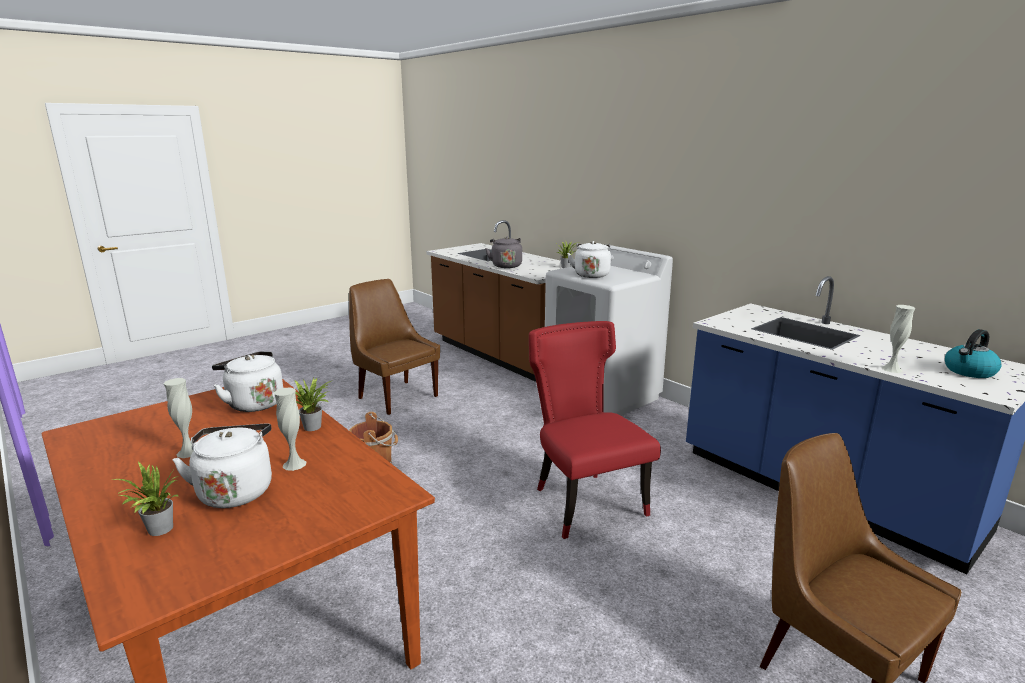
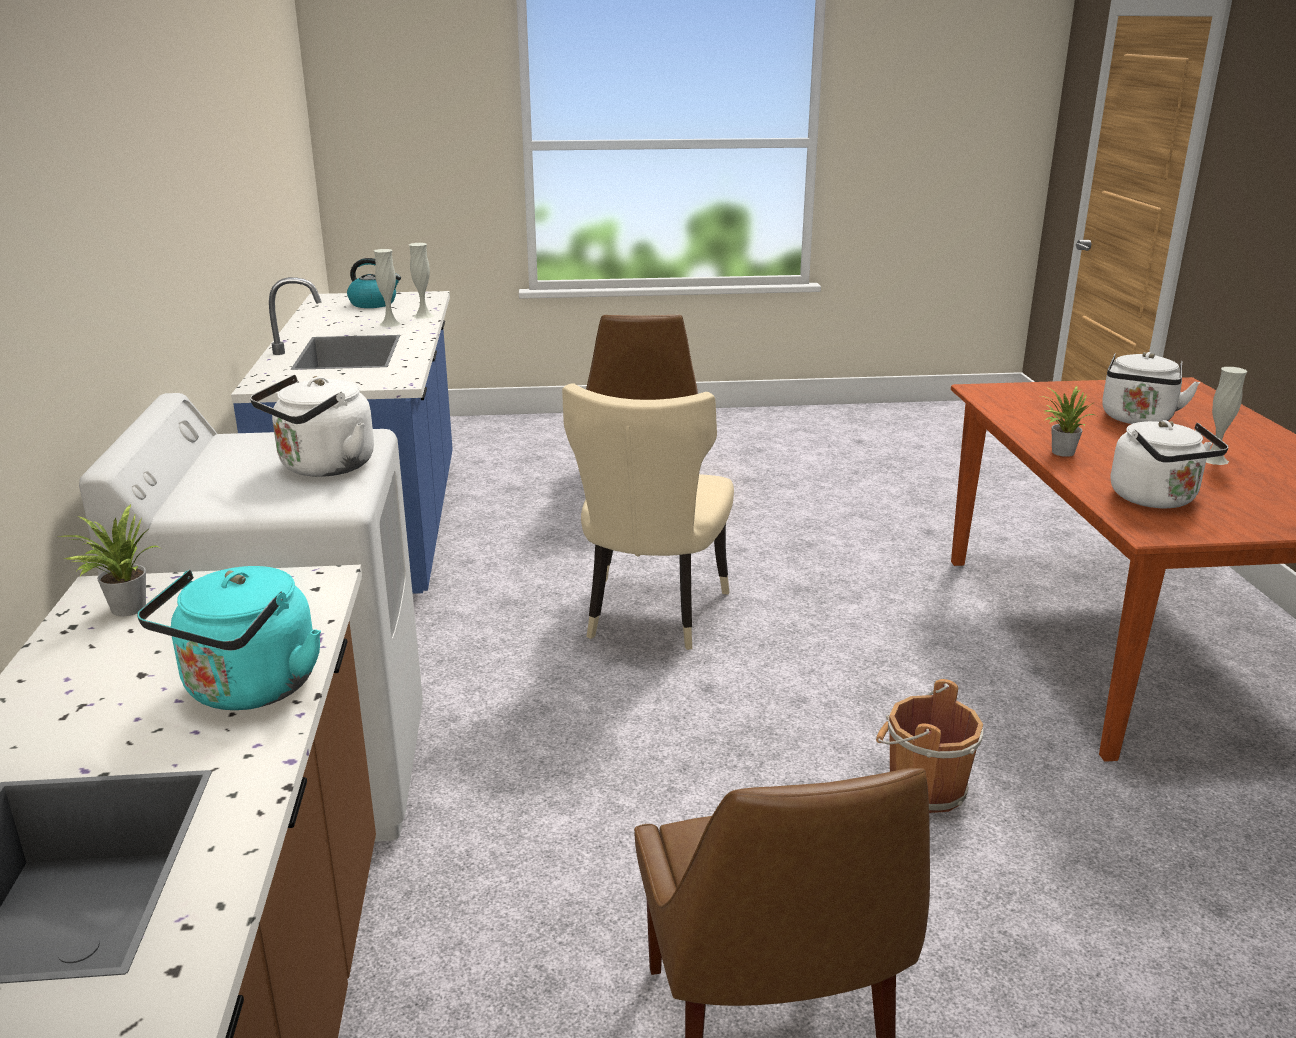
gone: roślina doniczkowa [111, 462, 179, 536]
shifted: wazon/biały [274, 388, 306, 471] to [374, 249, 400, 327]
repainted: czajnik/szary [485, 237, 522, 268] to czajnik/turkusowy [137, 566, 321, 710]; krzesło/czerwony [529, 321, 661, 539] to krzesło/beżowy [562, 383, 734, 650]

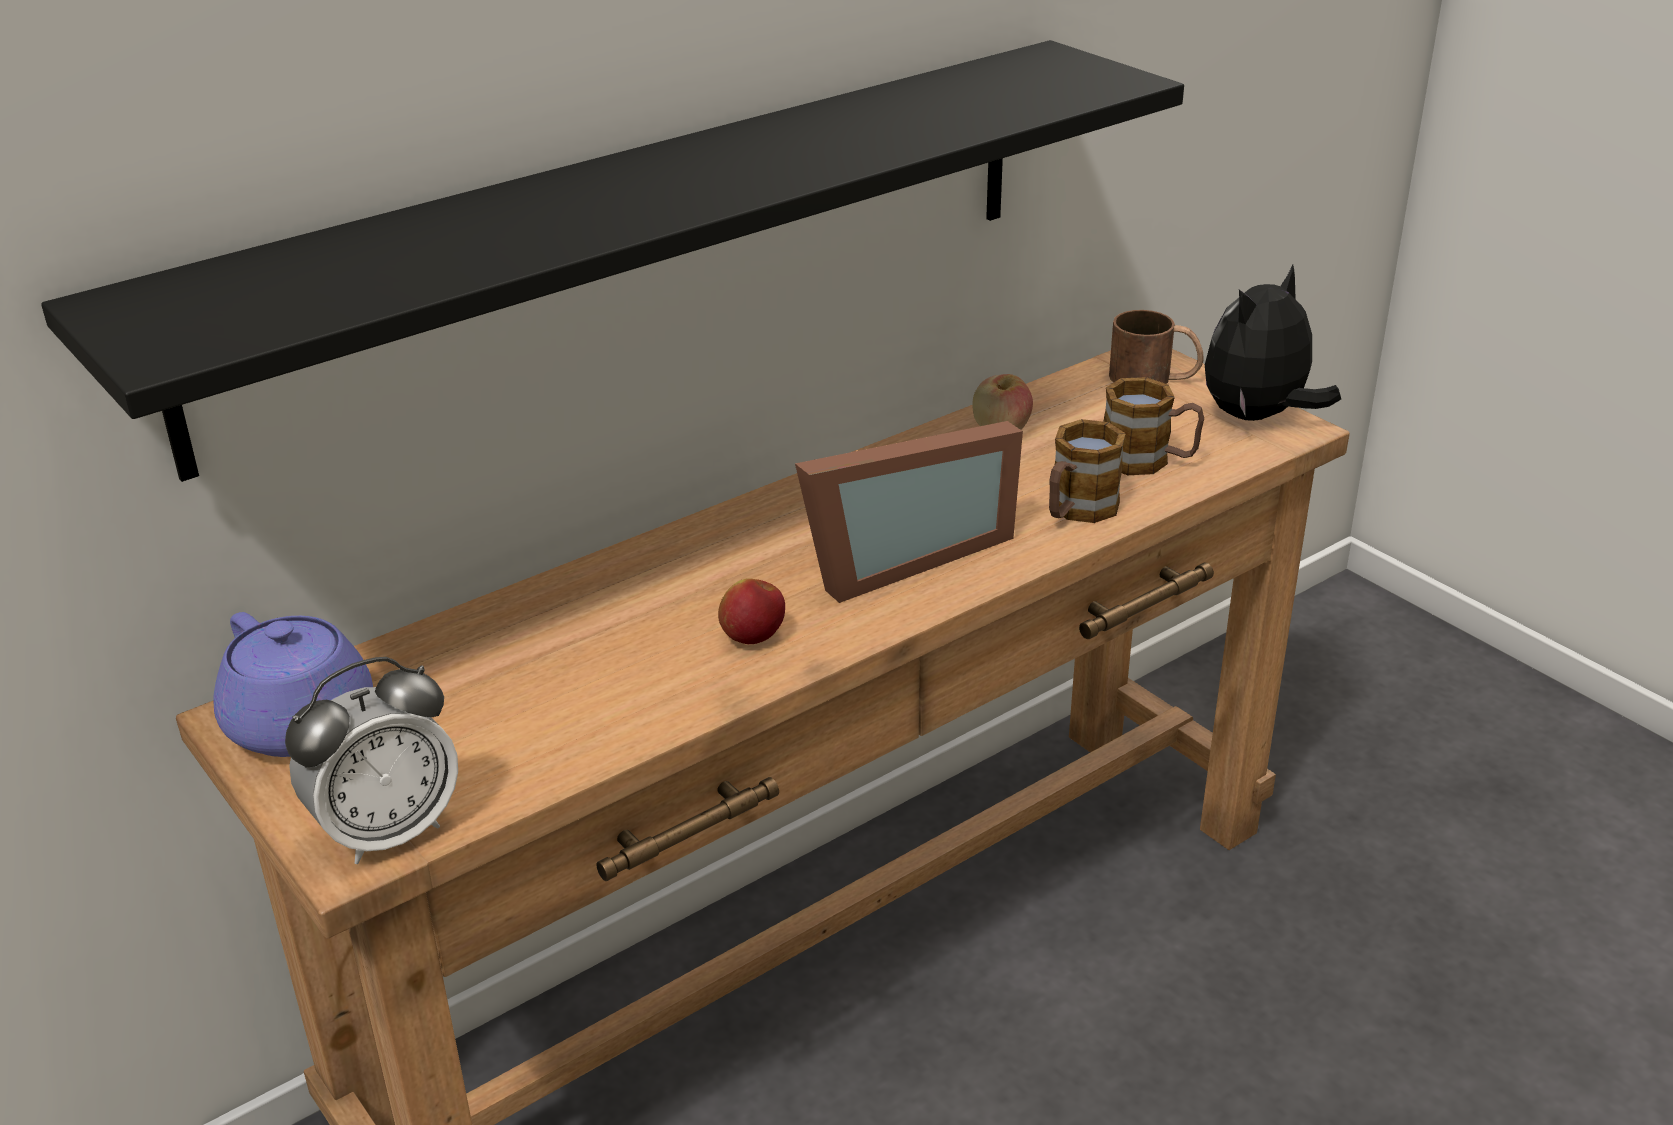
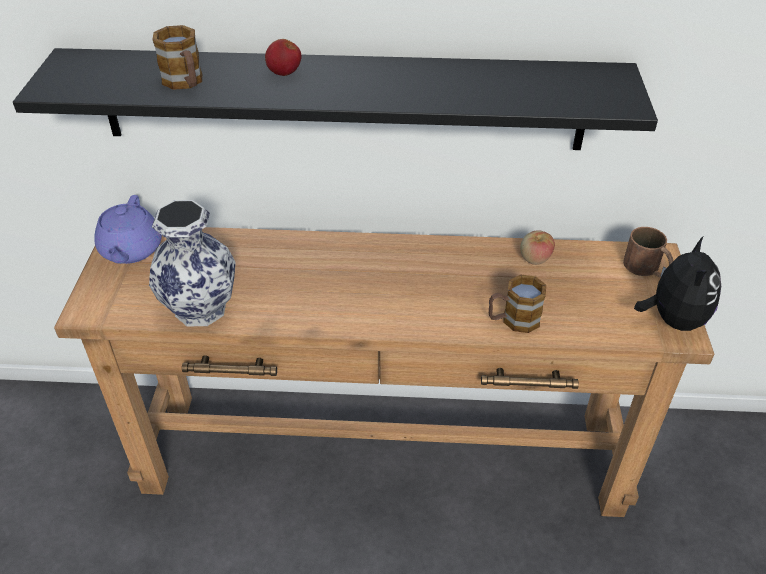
gone: budzik [285, 657, 458, 864]; ramka na zdjęcie [795, 421, 1023, 603]
new: wazon [149, 200, 236, 326]
shifted: jabłko [718, 578, 785, 644] to [265, 39, 301, 76]; kubek [1103, 377, 1204, 475] to [153, 25, 202, 90]
rotated: pluszak [1205, 265, 1341, 421] = [634, 237, 721, 331] 105 degrees clockwise

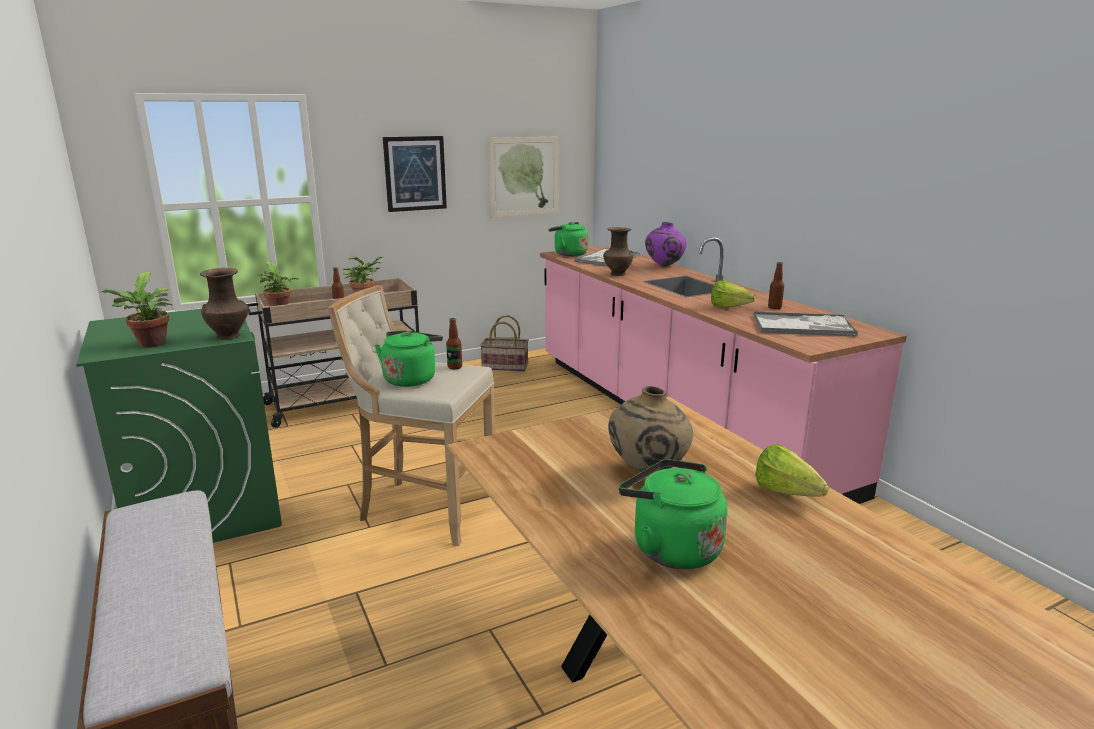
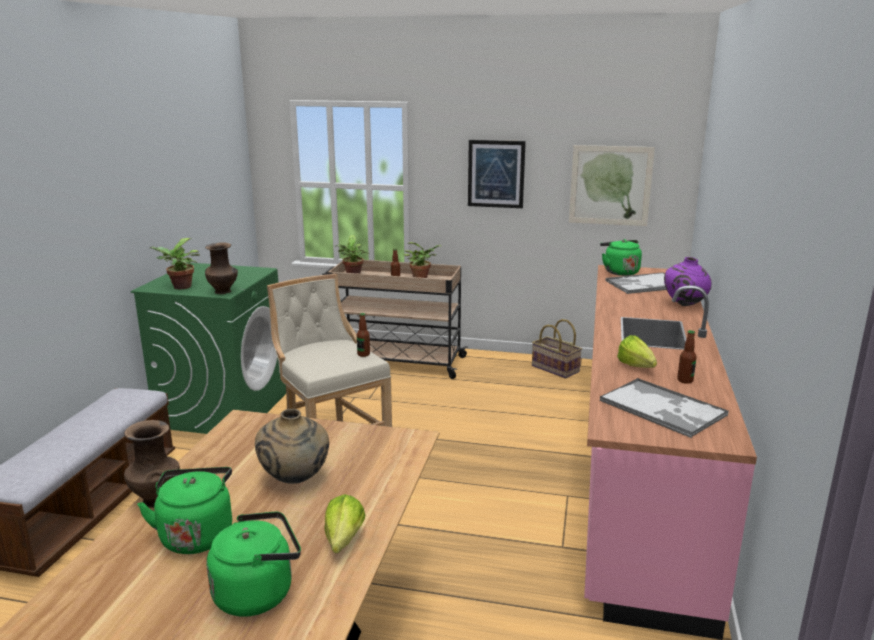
shifted: czajnik/zielony [375, 330, 443, 387] to [207, 512, 301, 617]; wazon/brązowy [603, 227, 633, 276] to [124, 420, 180, 508]

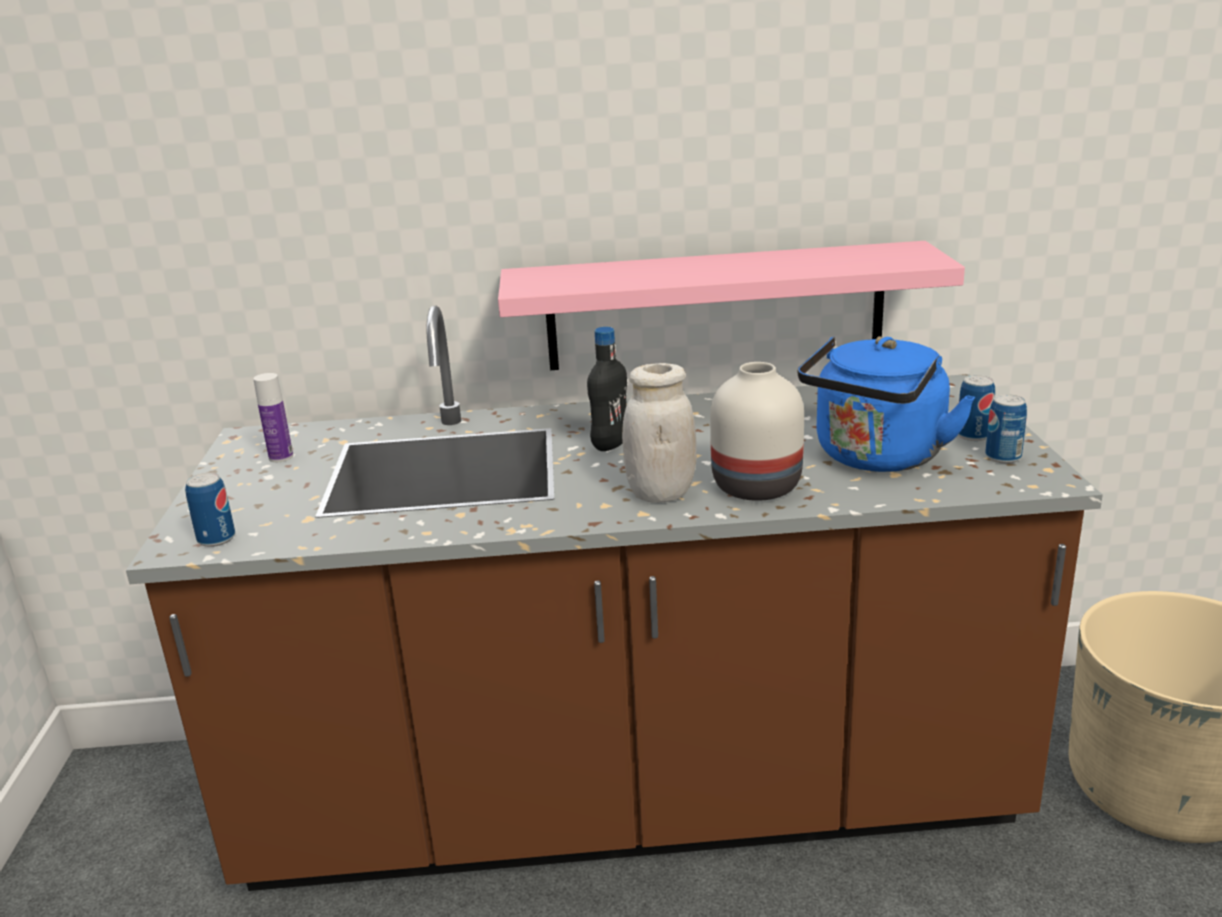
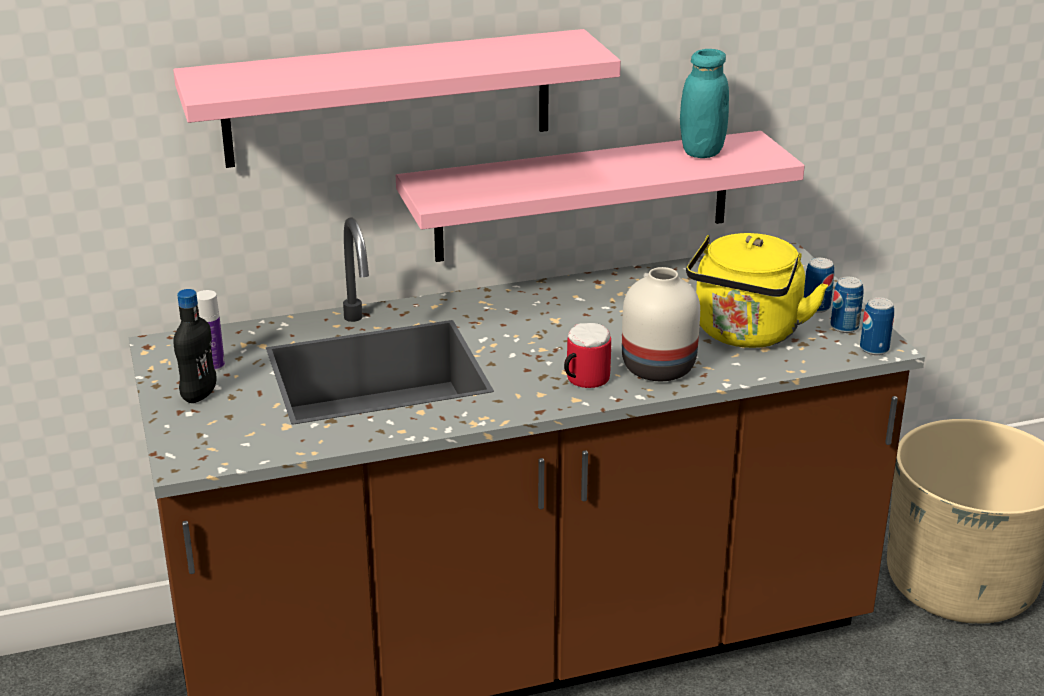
new: półka/różowy [173, 29, 621, 168]; słoik/turkusowy [680, 49, 729, 158]
shifted: puszka [185, 472, 235, 547] to [860, 297, 894, 355]; butelka/czarny [587, 327, 627, 451] to [173, 289, 217, 403]
swapped: słoik/biały [622, 363, 697, 503] to kubek [564, 323, 611, 388]
repainted: czajnik/niebieski [798, 336, 975, 472] to czajnik/żółty [686, 233, 828, 348]

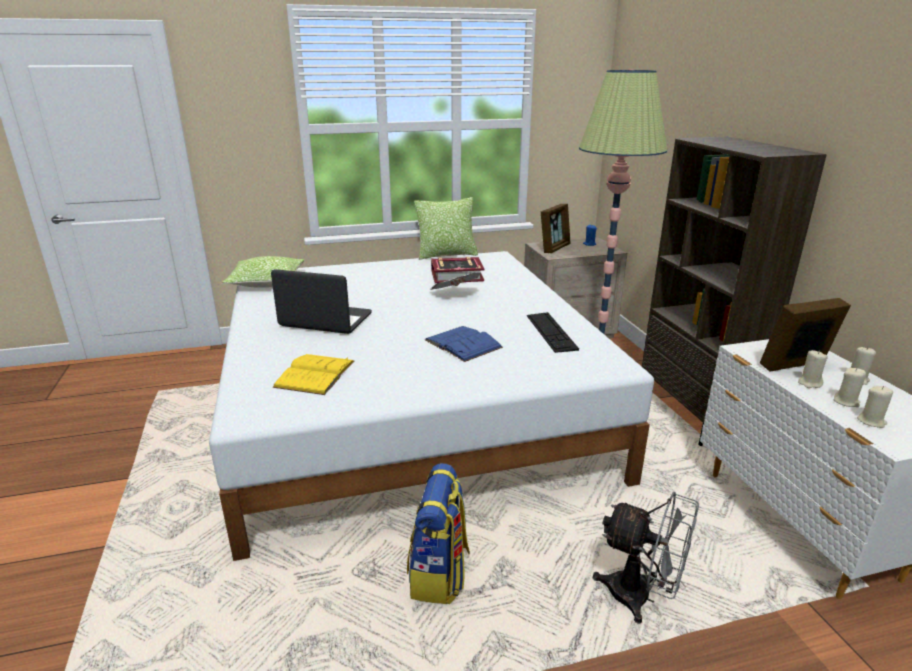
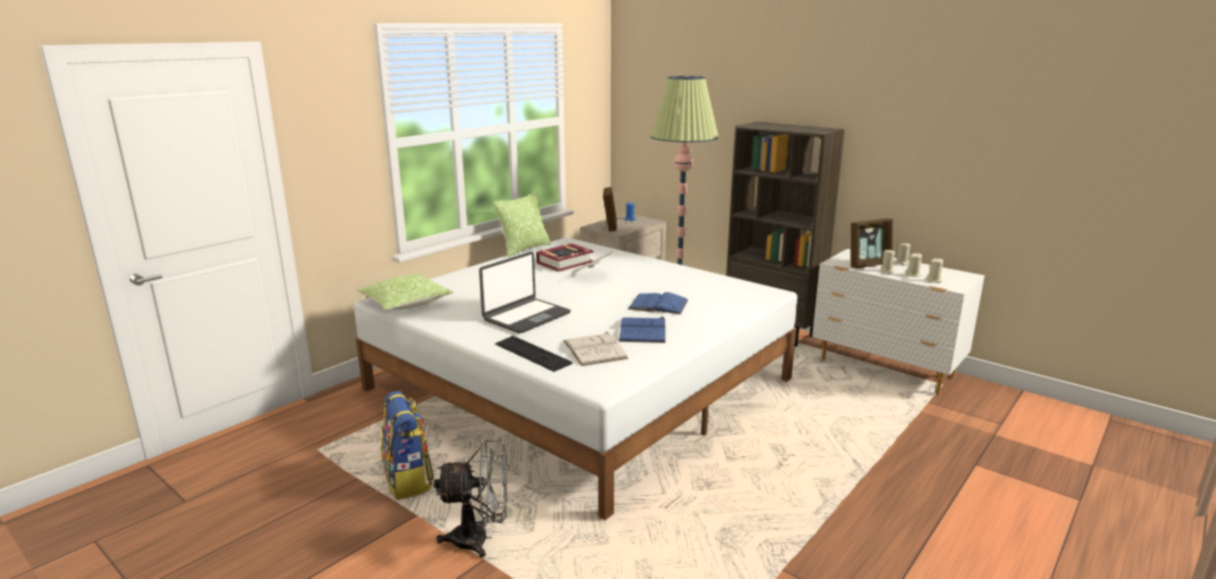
new: książka/niebieski [619, 316, 666, 343]
shifted: plecak [407, 463, 470, 605] to [381, 391, 434, 500]; klawiatura [527, 312, 579, 353] to [495, 336, 573, 372]; wentylator/szary [593, 492, 699, 624] to [434, 438, 508, 558]
repainted: książka/żółty [273, 354, 355, 395] to książka/biały [563, 331, 628, 366]
rotated: laptop [271, 269, 372, 334] = [479, 252, 571, 333] 150 degrees clockwise; ramka na zdjęcie [760, 298, 851, 372] = [851, 218, 893, 268] 150 degrees counterclockwise

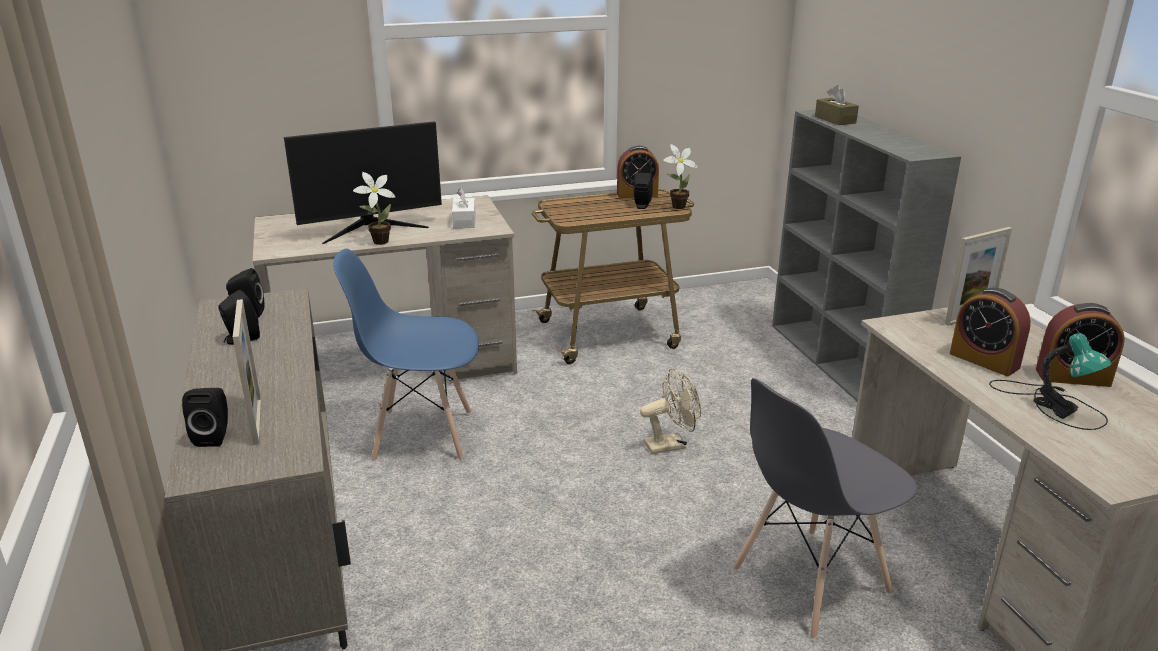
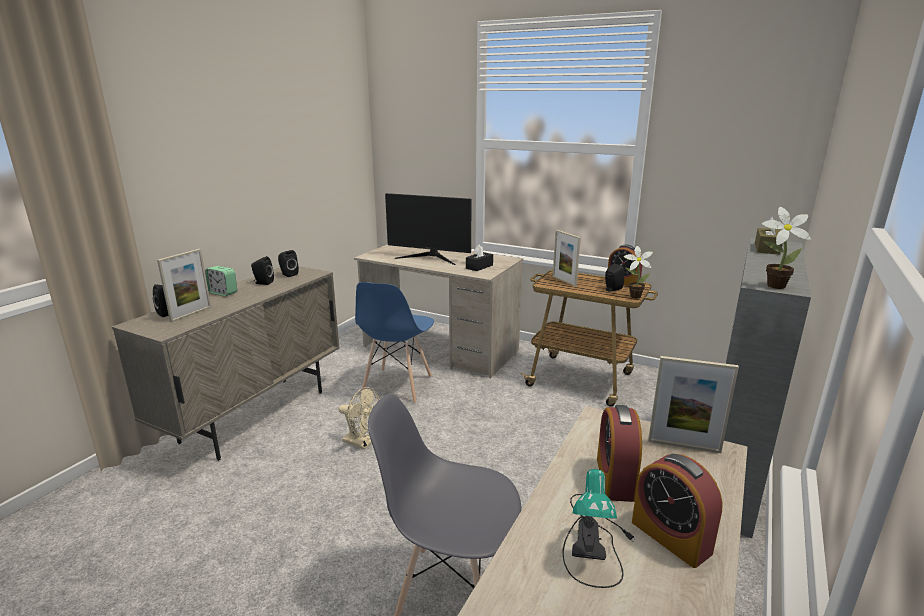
new: budzik [205, 266, 237, 296]; ramka na zdjęcie [553, 230, 581, 286]
shifted: roślina doniczkowa [353, 172, 395, 245] to [761, 207, 811, 289]; wentylator/beżowy [640, 368, 701, 454] to [339, 387, 379, 449]
repainted: pudełko chusteczek/biały [452, 188, 476, 228] to pudełko chusteczek/czarny [466, 245, 493, 271]
rotated: krzesło/niebieski [333, 249, 479, 462] = [355, 282, 434, 403] 120 degrees counterclockwise

